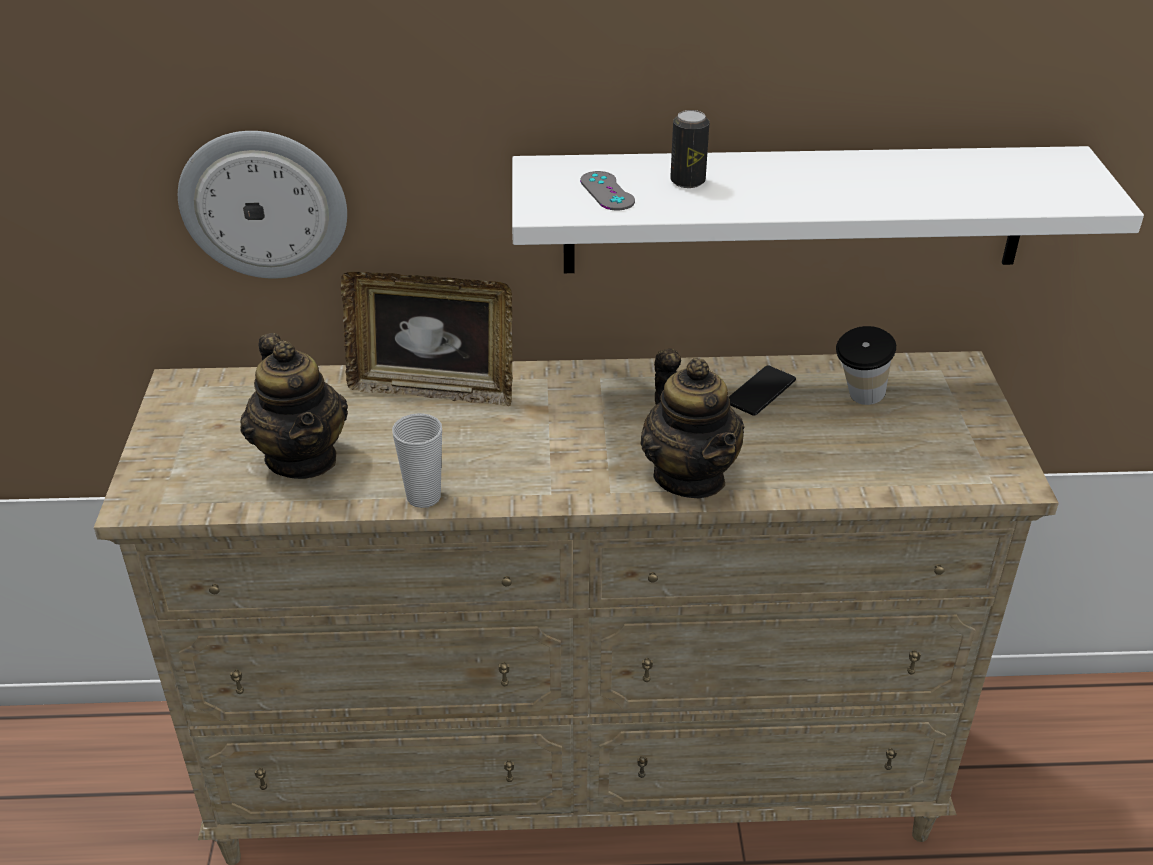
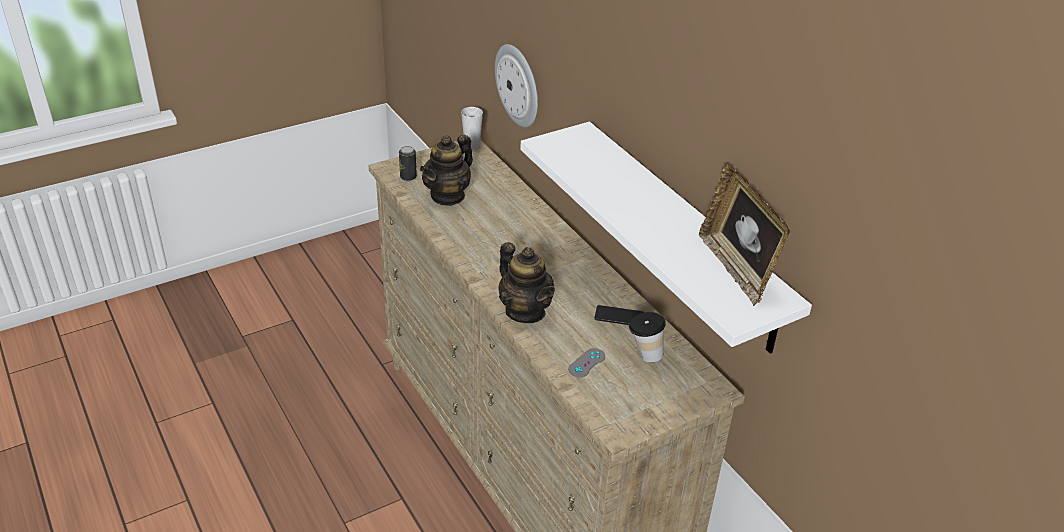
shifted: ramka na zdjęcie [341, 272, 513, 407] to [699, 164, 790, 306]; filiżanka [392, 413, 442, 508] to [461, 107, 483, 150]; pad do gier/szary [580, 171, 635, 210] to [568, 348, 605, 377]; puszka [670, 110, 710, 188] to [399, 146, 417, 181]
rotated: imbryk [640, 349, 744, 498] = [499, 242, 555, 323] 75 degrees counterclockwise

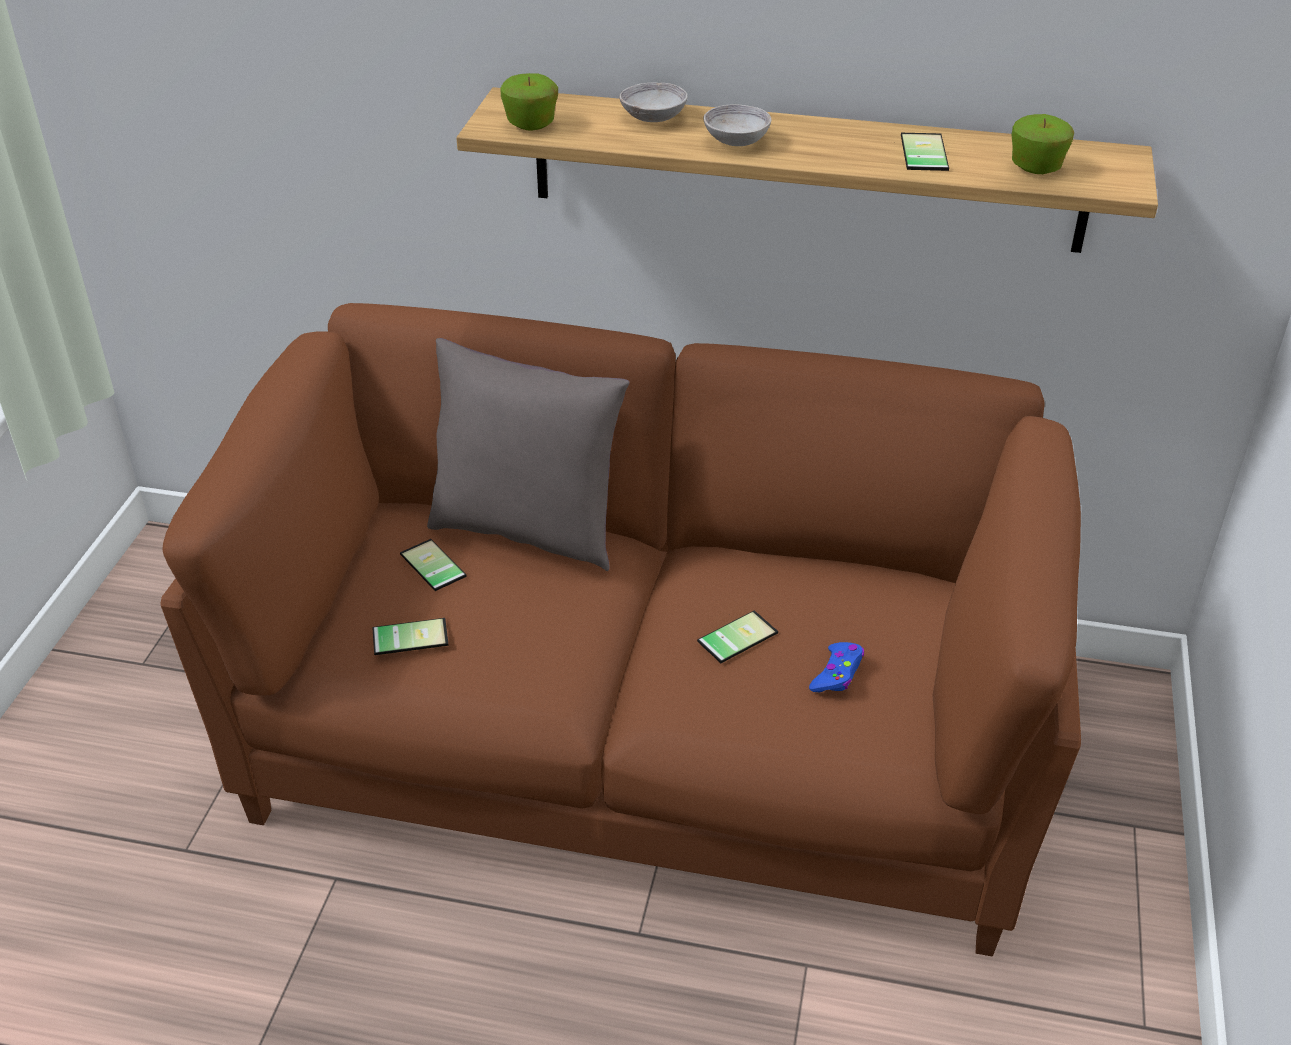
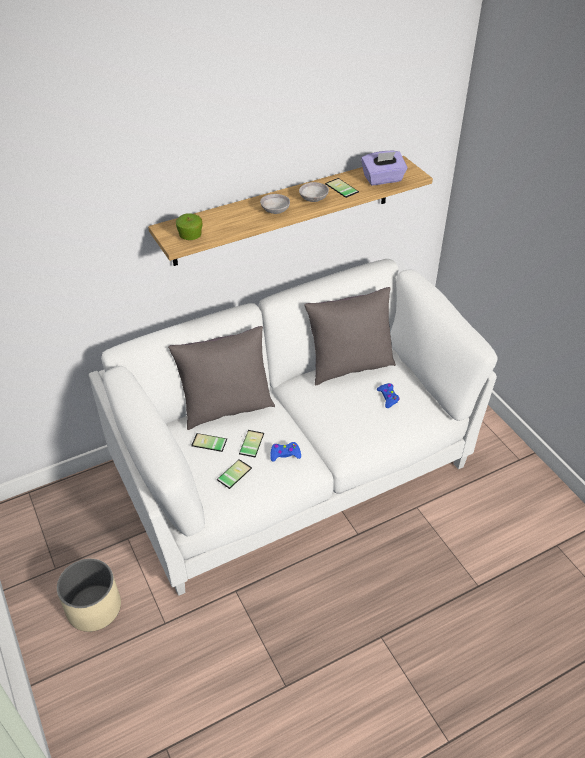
new: donica/beżowy [57, 559, 121, 632]; pad do gier/niebieski [270, 442, 301, 462]; poduszka/szary [304, 287, 396, 385]
shifted: miska/szary [619, 82, 688, 122] to [299, 182, 329, 202]; telefon [697, 610, 778, 663] to [239, 430, 264, 457]
swapped: jabłko [1012, 114, 1074, 174] to pudełko chusteczek/fioletowy [361, 151, 407, 185]
repainted: kanapa/brązowy [160, 303, 1081, 957] to kanapa/biały [89, 259, 498, 596]

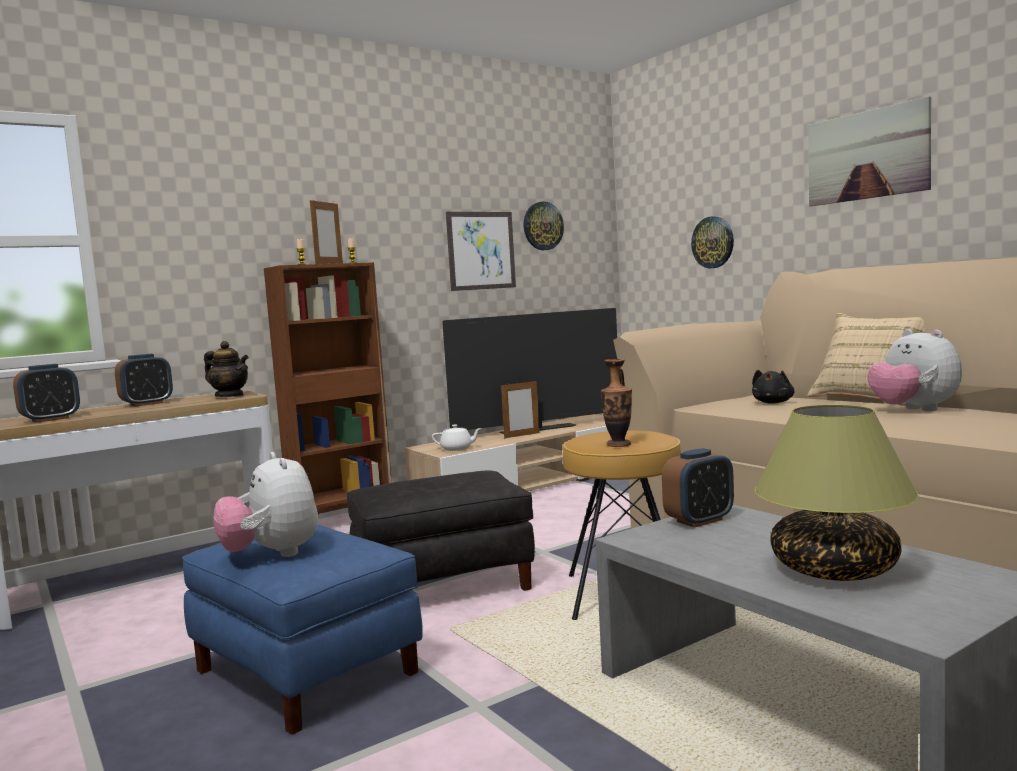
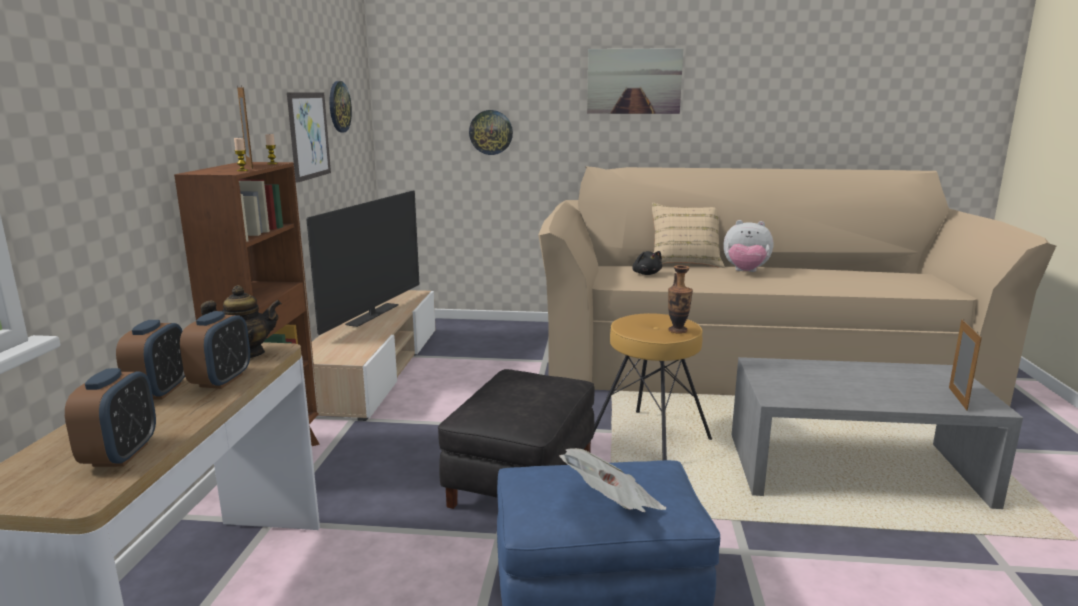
gone: imbryk/biały [432, 424, 482, 451]; lampa stołowa [755, 404, 918, 581]
shifted: ramka na zdjęcie [501, 381, 540, 438] to [949, 319, 982, 411]; budzik [662, 448, 734, 528] to [180, 311, 250, 389]
swapped: pluszak [214, 452, 318, 557] to gazeta [559, 448, 666, 512]

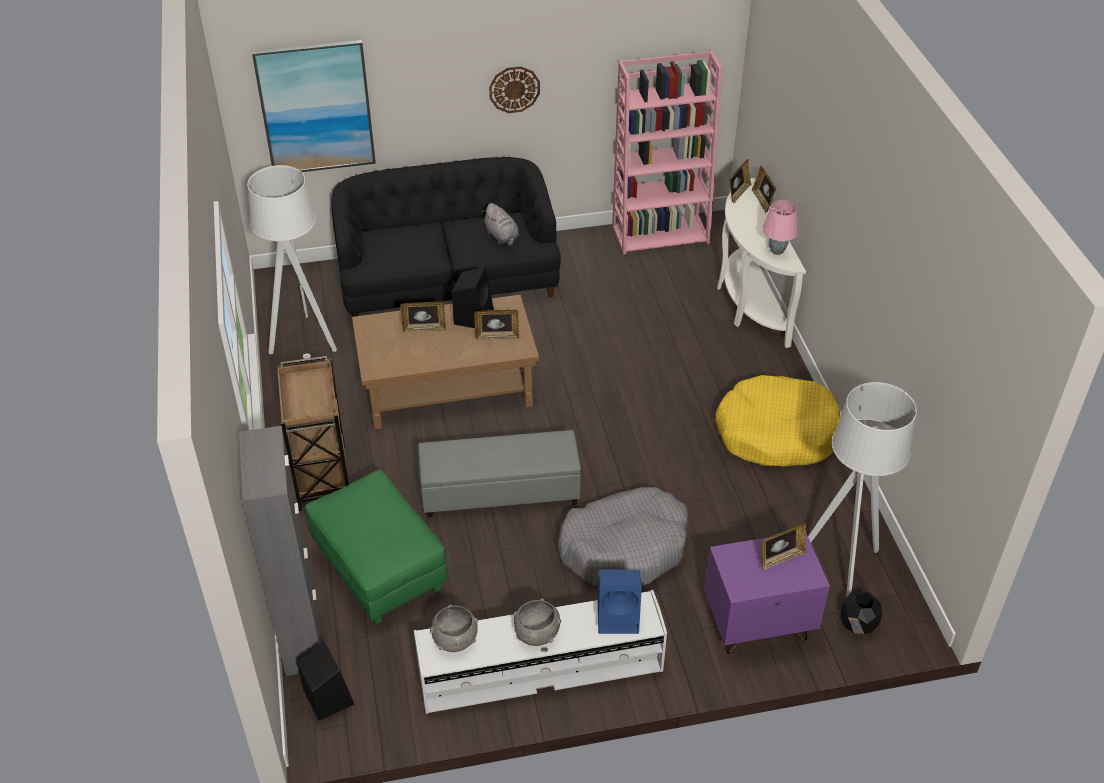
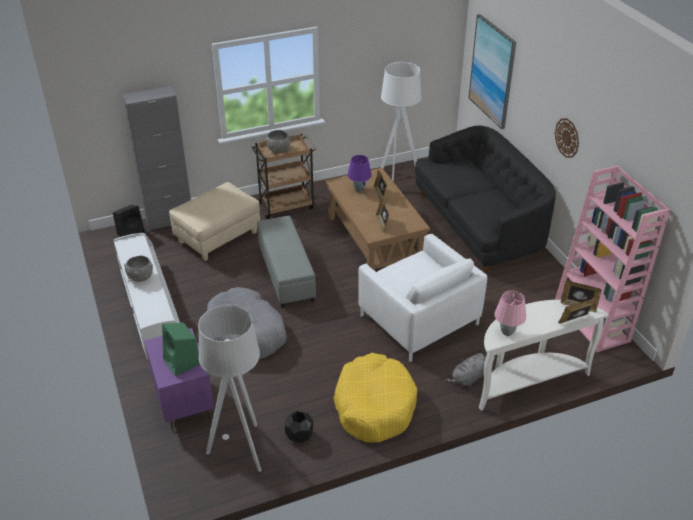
gone: głośnik/czarny [452, 267, 494, 328]; głośnik/niebieski [598, 570, 642, 634]
new: lampa stołowa/fioletowy [347, 155, 372, 192]; fotel/biały [358, 234, 488, 362]
shifted: miska/szary [430, 605, 478, 652] to [266, 130, 291, 153]; pluszak/szary [482, 203, 519, 246] to [446, 353, 485, 387]; donica/czarny [841, 592, 882, 634] to [285, 411, 313, 443]
swapped: ramka na zdjęcie [761, 523, 806, 570] to głośnik/zielony [162, 323, 200, 376]
repainted: pufa/zielony [305, 470, 447, 624] to pufa/beżowy [169, 182, 260, 261]

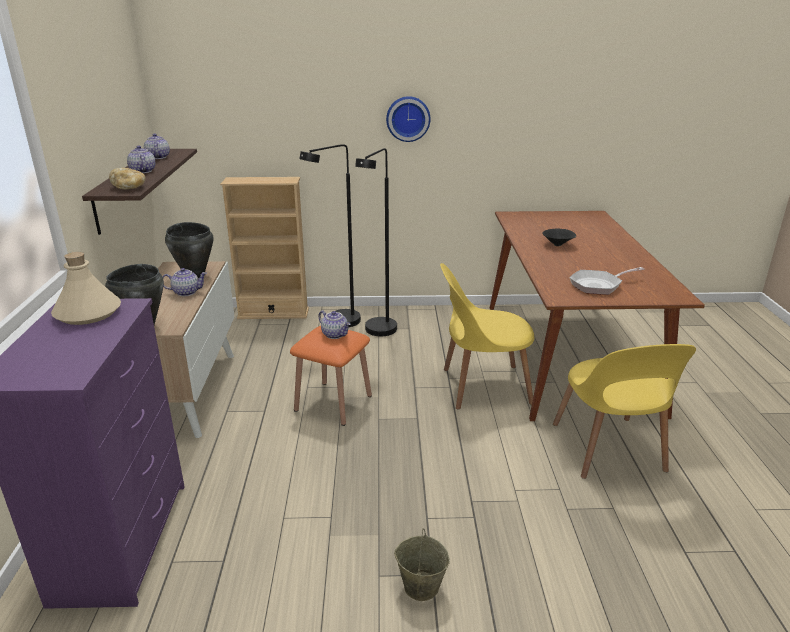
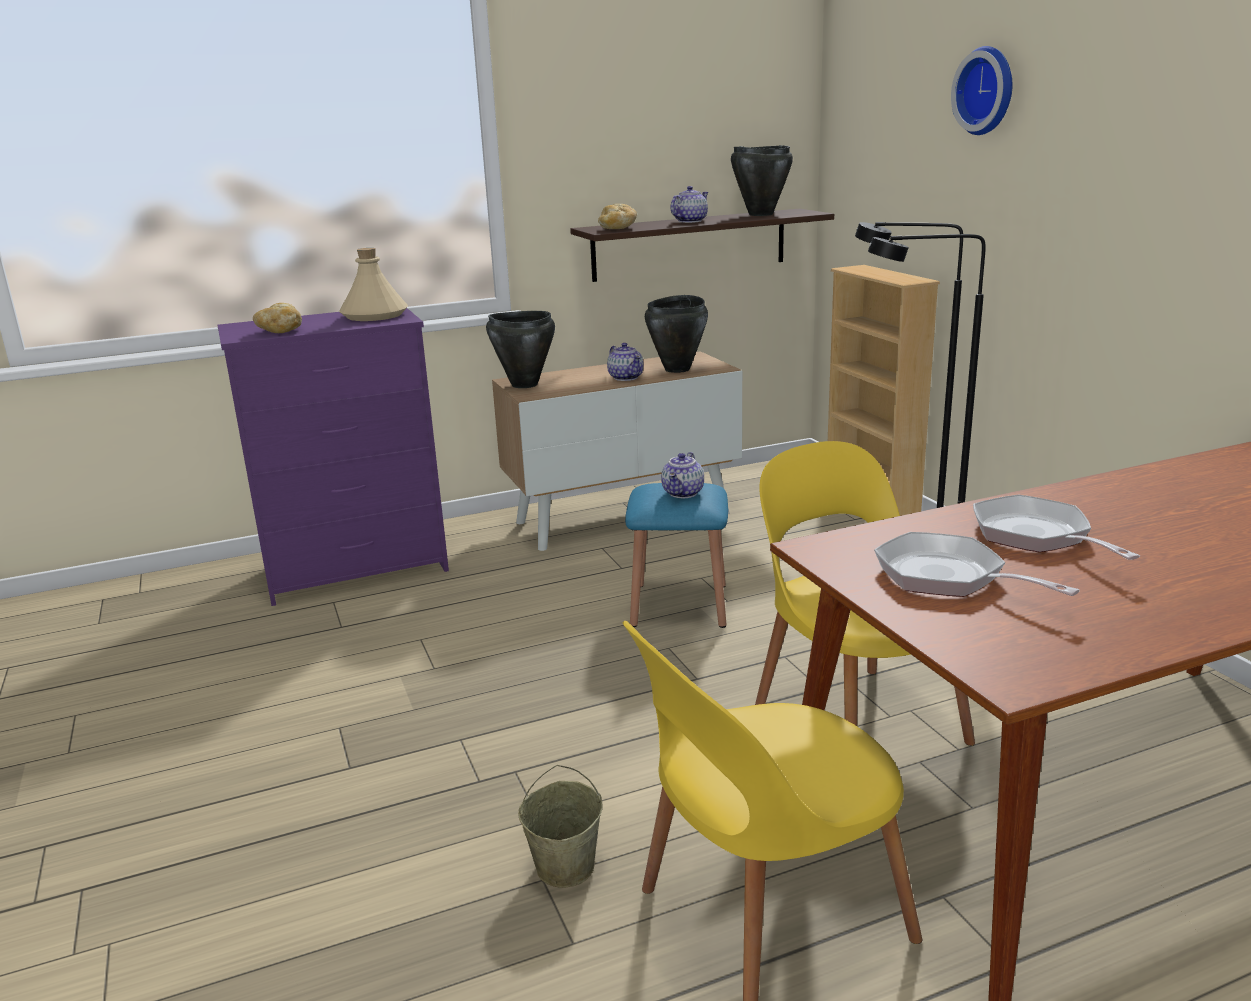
gone: miska/czarny [543, 229, 576, 246]
new: chleb [253, 303, 302, 333]; patelnia [973, 495, 1140, 560]
shifted: zegar ścienny [386, 96, 431, 142] to [951, 46, 1012, 135]; wiadro/beżowy [394, 528, 450, 601] to [518, 765, 603, 888]
swapped: imbryk [144, 133, 170, 159] to garnek/czarny [731, 145, 793, 216]
repainted: stołek/pomarańczowy [290, 326, 372, 426] to stołek/niebieski [625, 483, 728, 628]

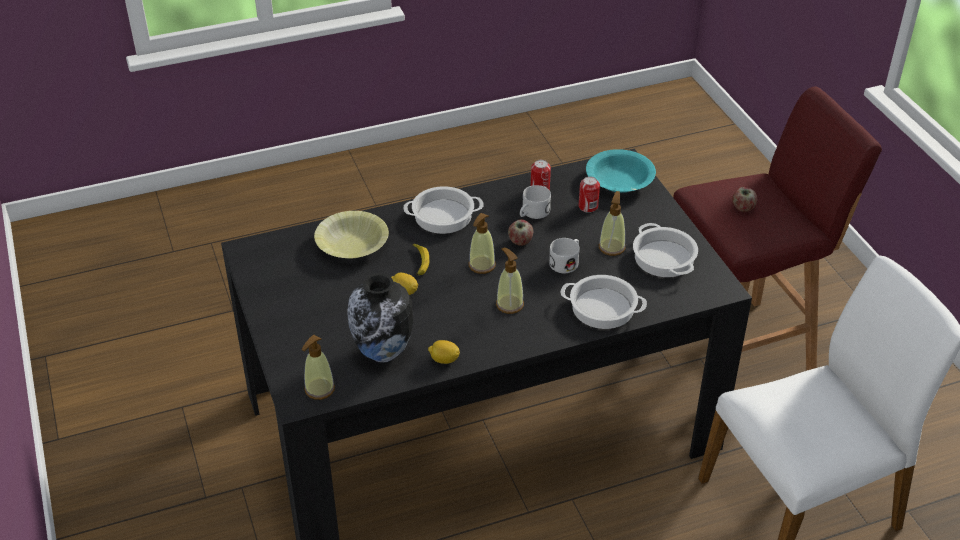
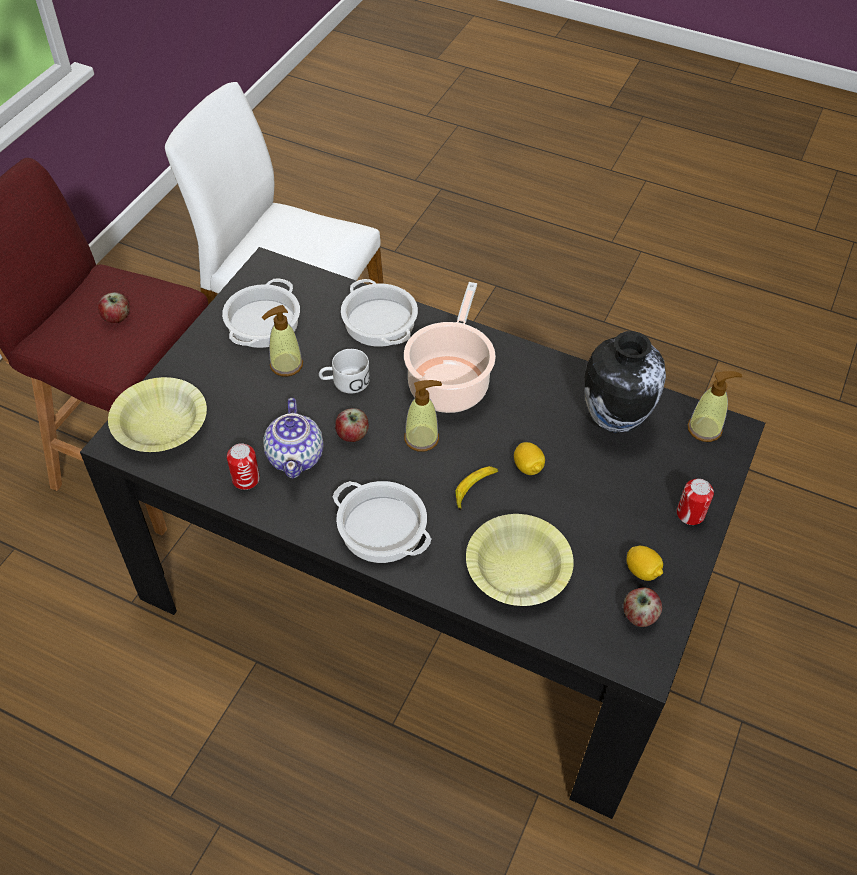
new: jabłko [623, 587, 662, 627]
shifted: cytryna [428, 340, 460, 364] to [626, 546, 663, 581]; puszka [579, 176, 600, 213] to [677, 479, 714, 525]
swapped: dozownik mydła [496, 248, 524, 314] to garnek [404, 282, 496, 413]; kubek/biały [520, 185, 551, 219] to imbryk [263, 398, 324, 479]
repainted: miska/turkusowy [586, 149, 656, 193] to miska/żółty [108, 377, 207, 452]

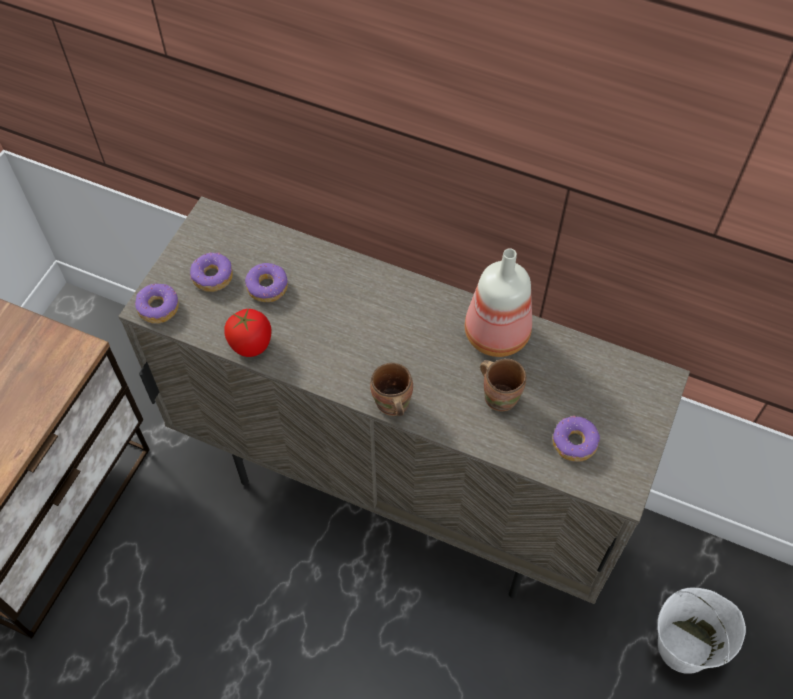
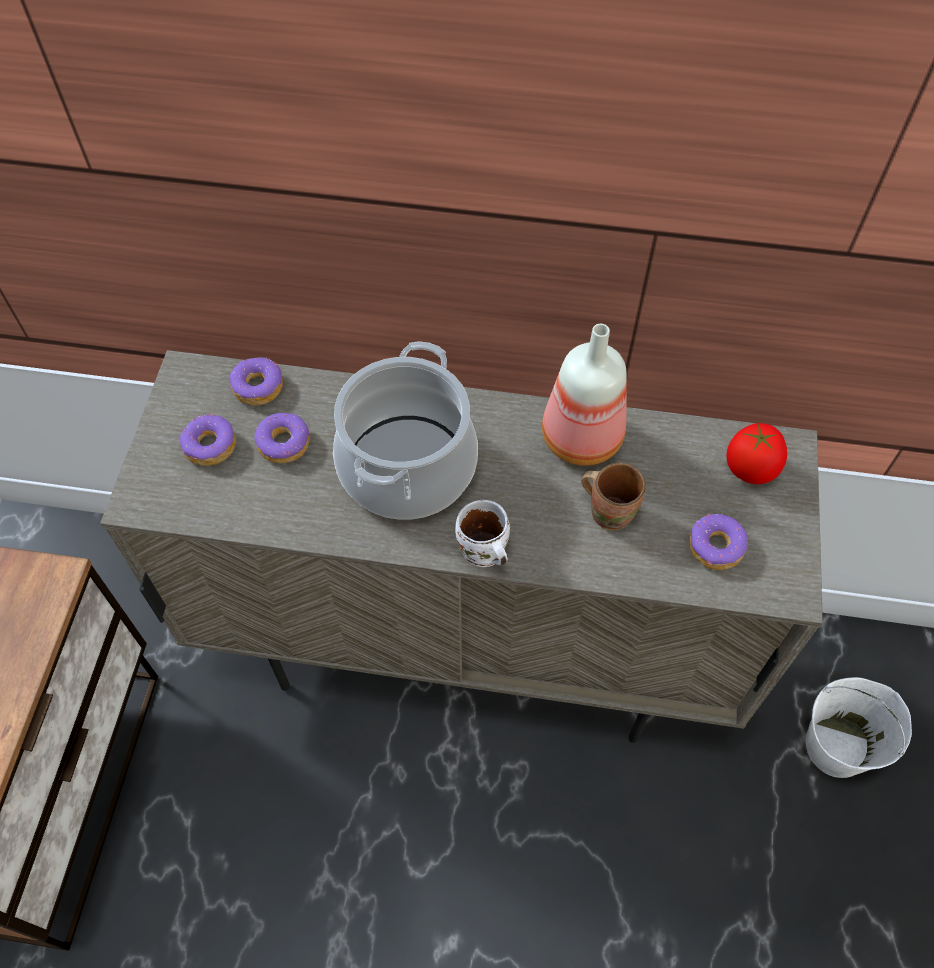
new: garnek [333, 341, 478, 520]
shifted: donut [135, 284, 179, 324] to [229, 357, 283, 406]; pomidor [224, 308, 272, 357] to [726, 423, 787, 484]
repainted: kubek/brązowy [370, 363, 413, 416] to kubek/biały [455, 500, 510, 567]

